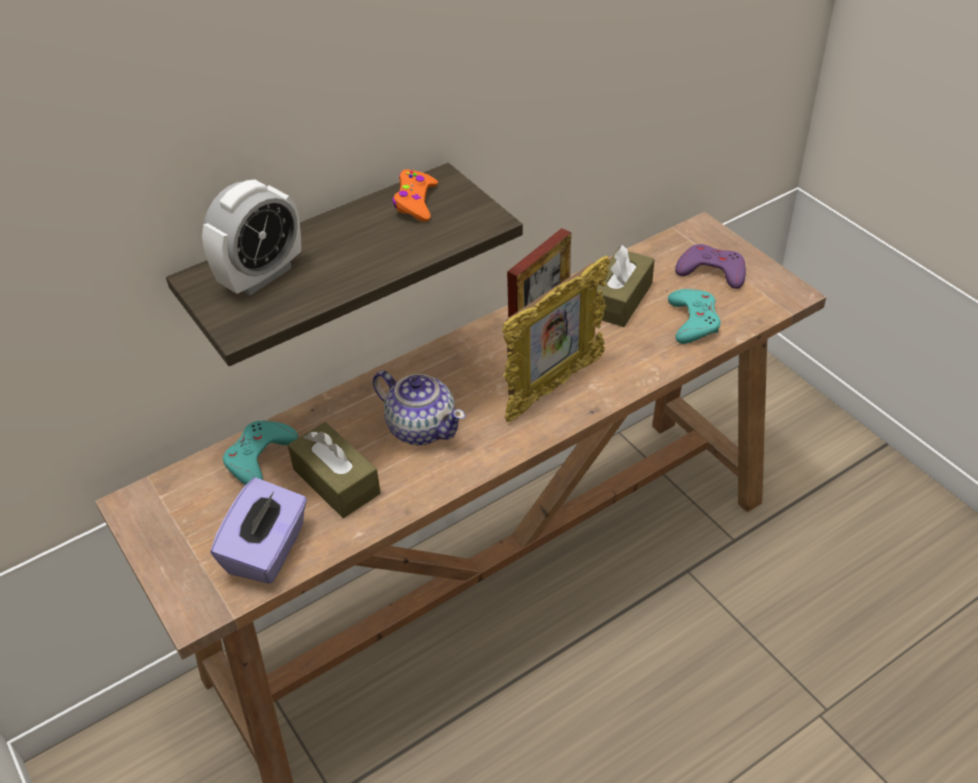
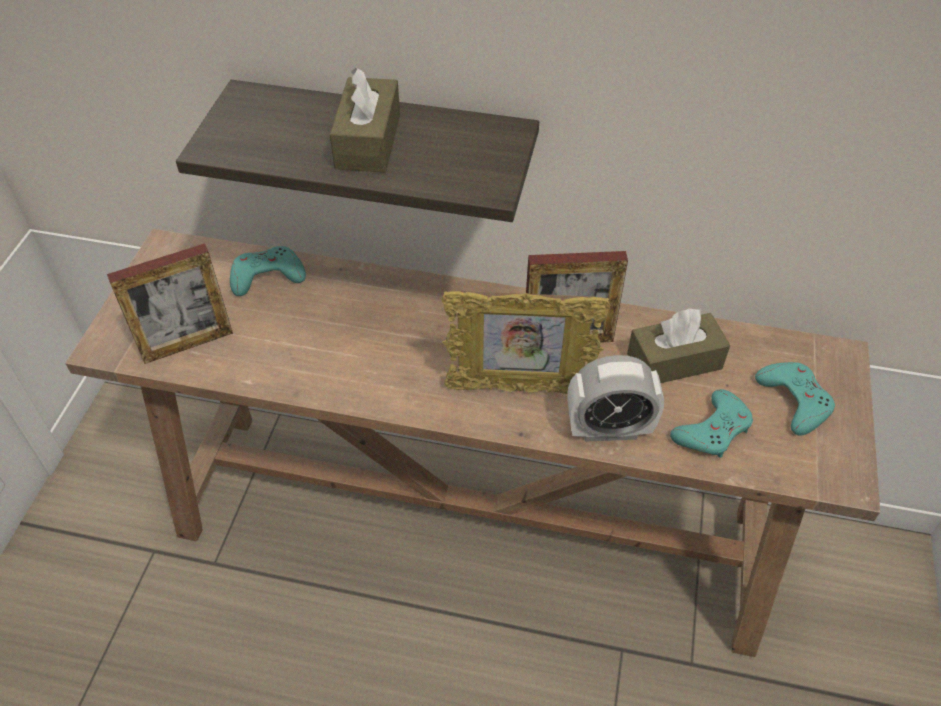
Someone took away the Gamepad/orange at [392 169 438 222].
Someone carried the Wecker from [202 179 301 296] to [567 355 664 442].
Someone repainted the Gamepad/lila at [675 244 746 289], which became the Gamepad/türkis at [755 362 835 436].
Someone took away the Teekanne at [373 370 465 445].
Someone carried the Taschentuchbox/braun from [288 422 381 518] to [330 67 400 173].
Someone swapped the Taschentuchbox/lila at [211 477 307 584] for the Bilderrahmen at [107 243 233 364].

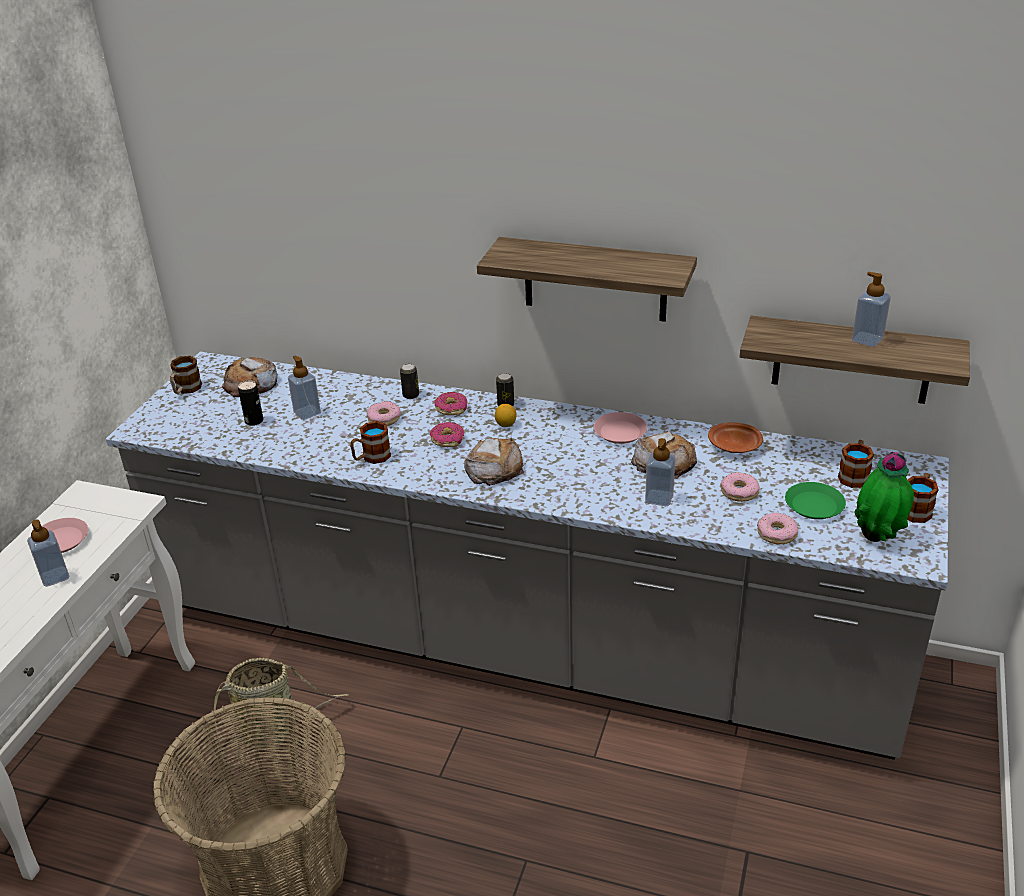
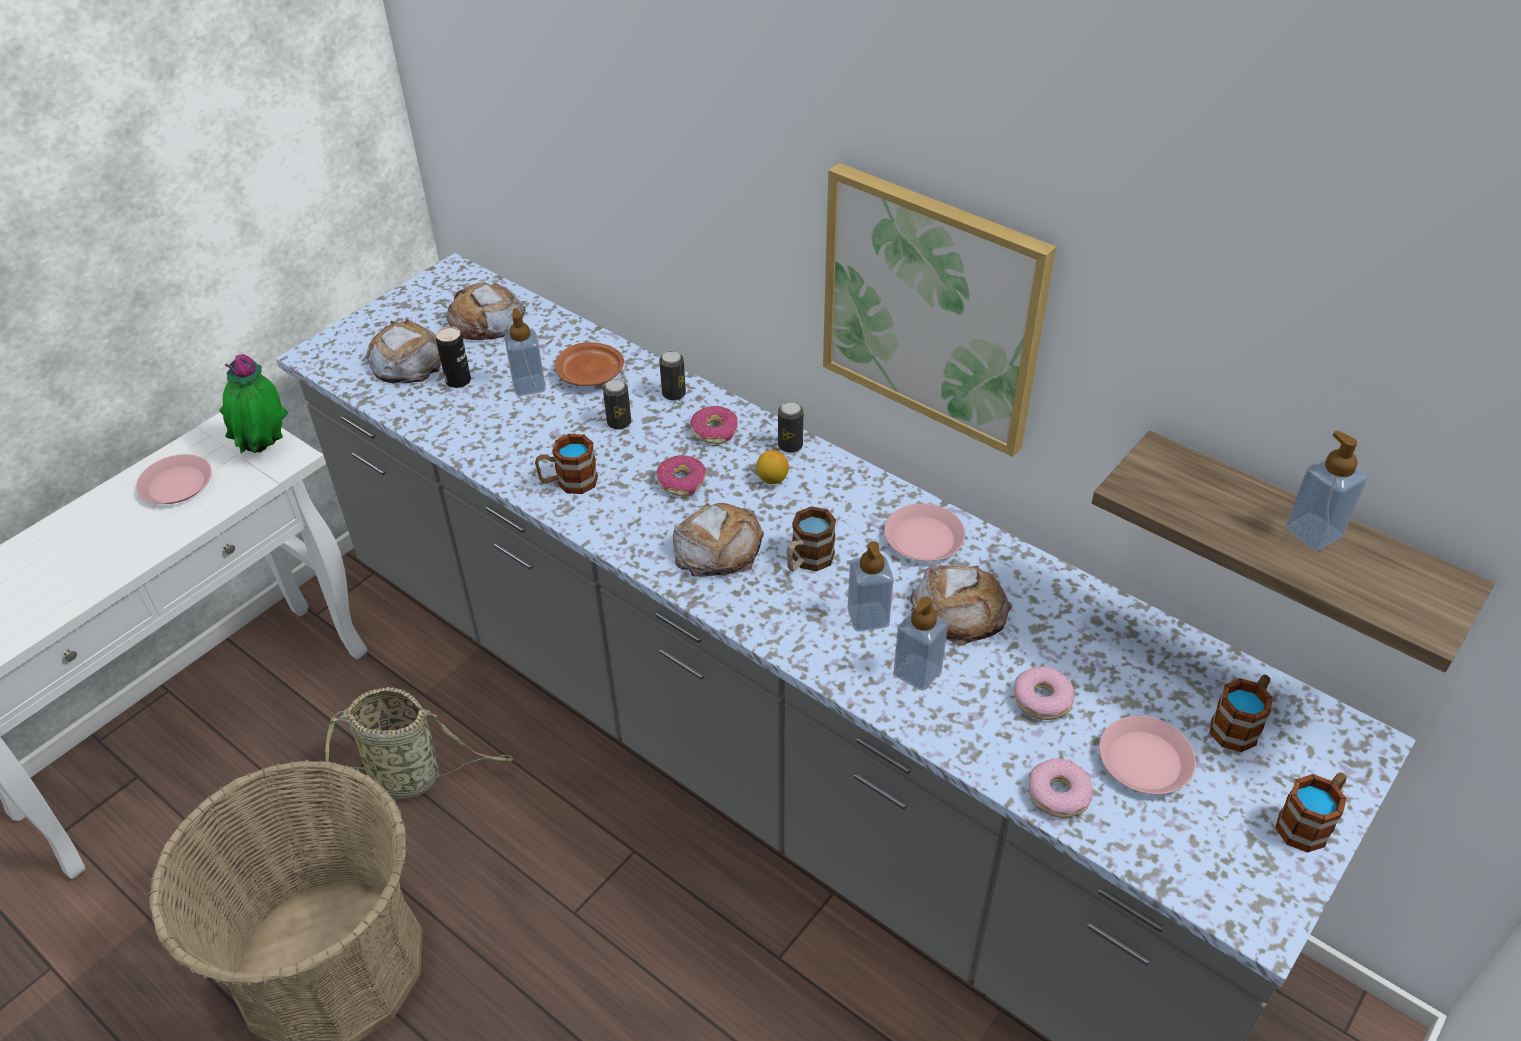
Someone swapped the Wandregal at [477 237 697 322] for the Bild at [823 163 1056 457].
Someone carried the Henkelbecher from [170 356 202 394] to [787 506 836 571].
Someone swapped the Donut at [367 401 400 426] for the Dose at [603 379 631 429].
Someone carried the Teller/braun from [708 422 763 453] to [555 342 624 386].
Someone carried the Topfpflanze from [854 452 914 542] to [219 354 288 453].
Someone repainted the Teller/grün at [785 482 846 519], which became the Teller/rosa at [1099 716 1196 795].
Someone carried the Seifenspender from [27 520 69 587] to [847 541 894 632].
Someone put down the Brot at [366 319 441 383].

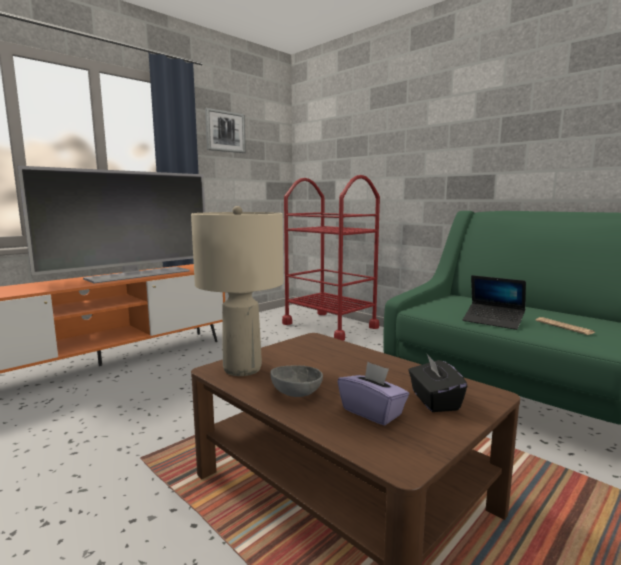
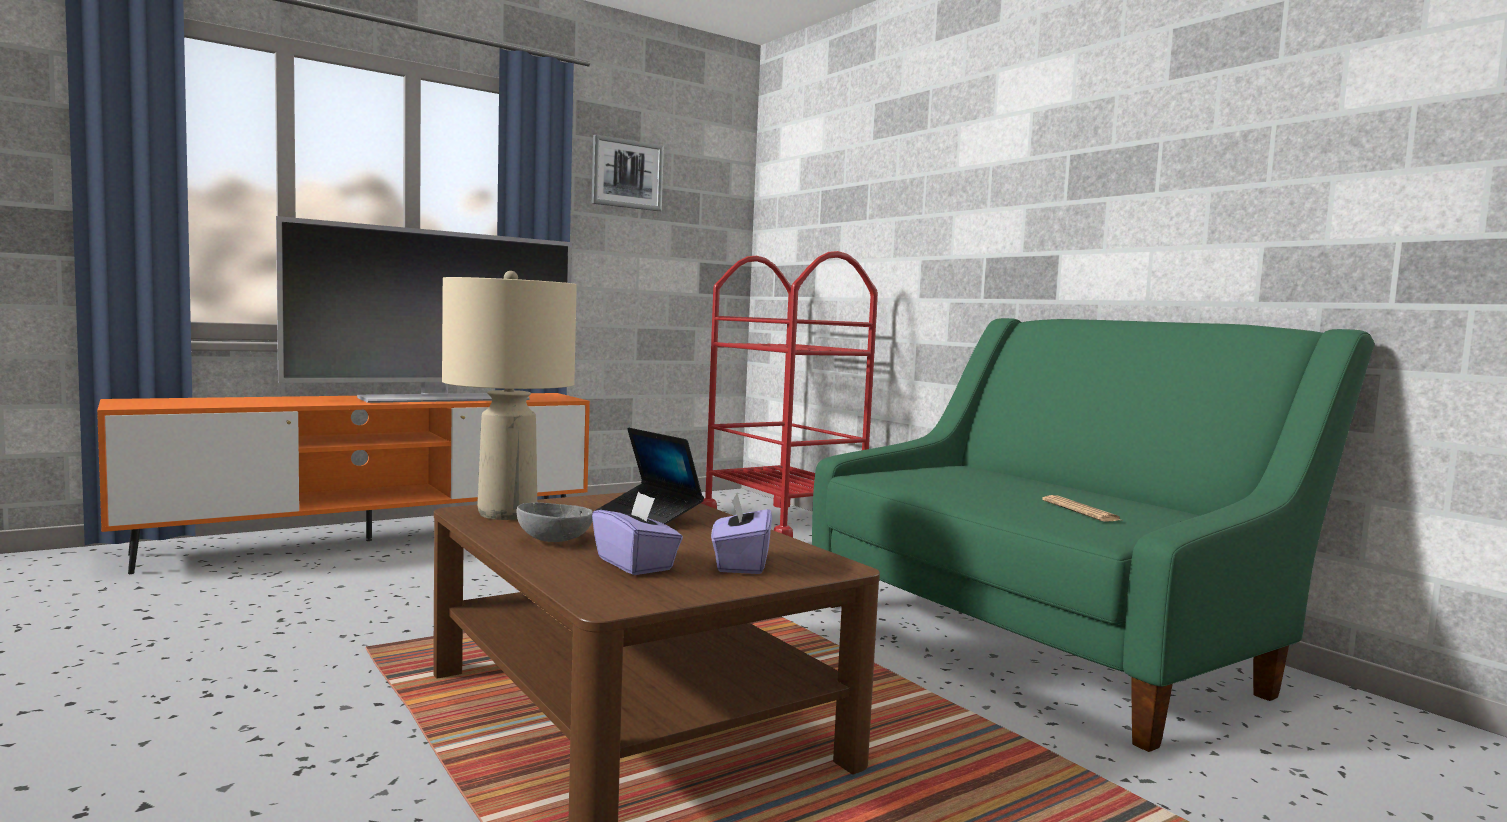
Someone carried the Laptop from [463 275 526 330] to [595 428 704 524].
Someone repainted the Taschentuchbox/schwarz at [408 354 467 412], which became the Taschentuchbox/lila at [711 493 772 574].

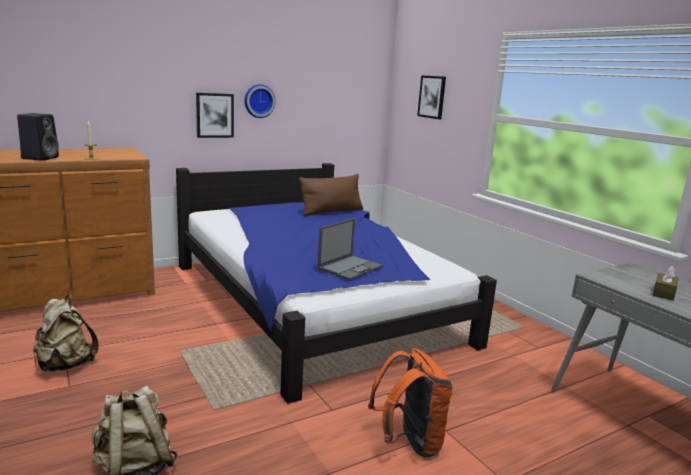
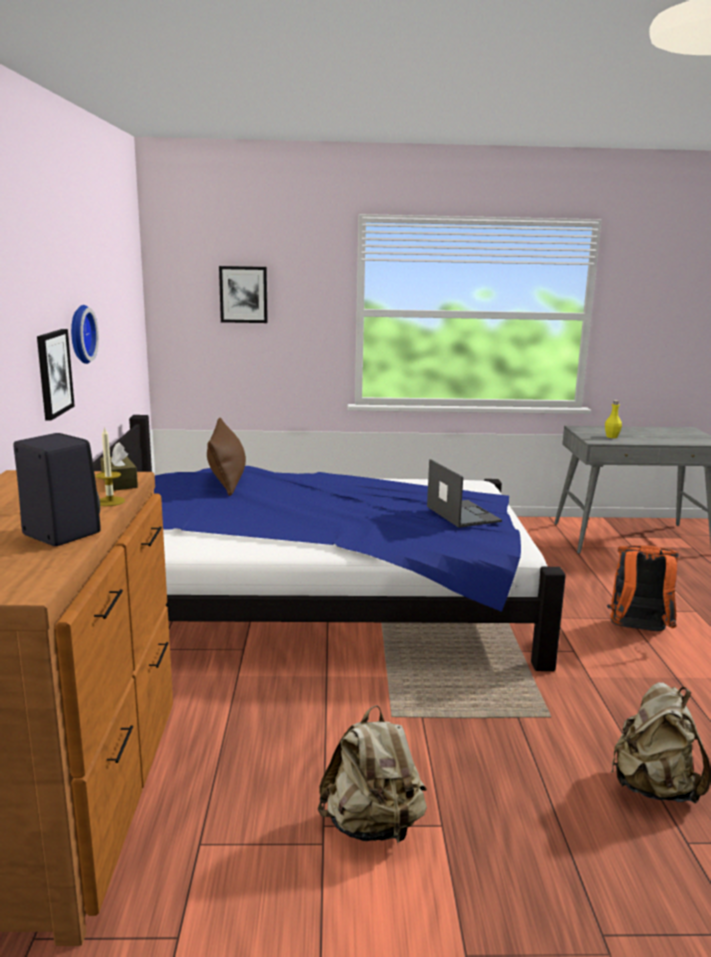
Someone carried the Taschentuchbox/braun from [652 266 679 301] to [100 442 138 491].
Someone put down the Flasche/gelb at [605 400 622 438].

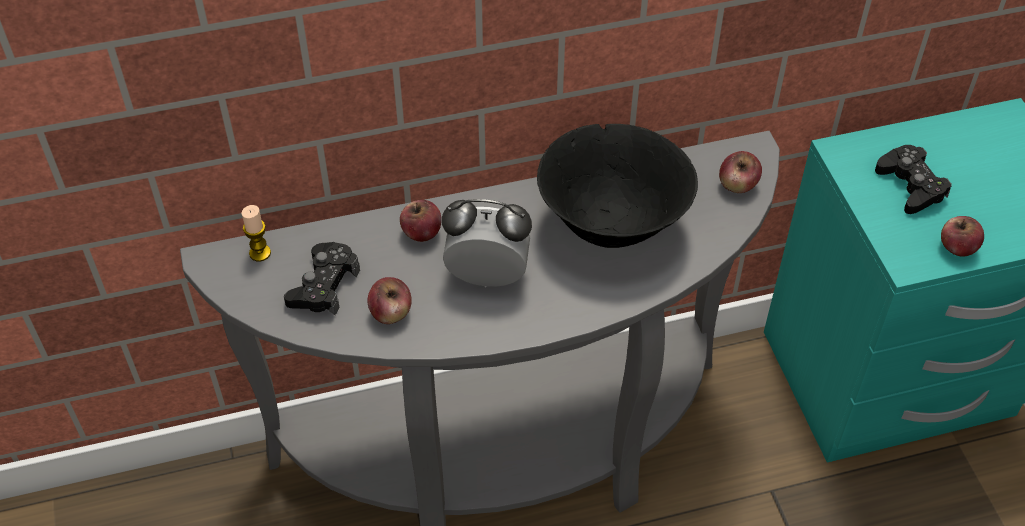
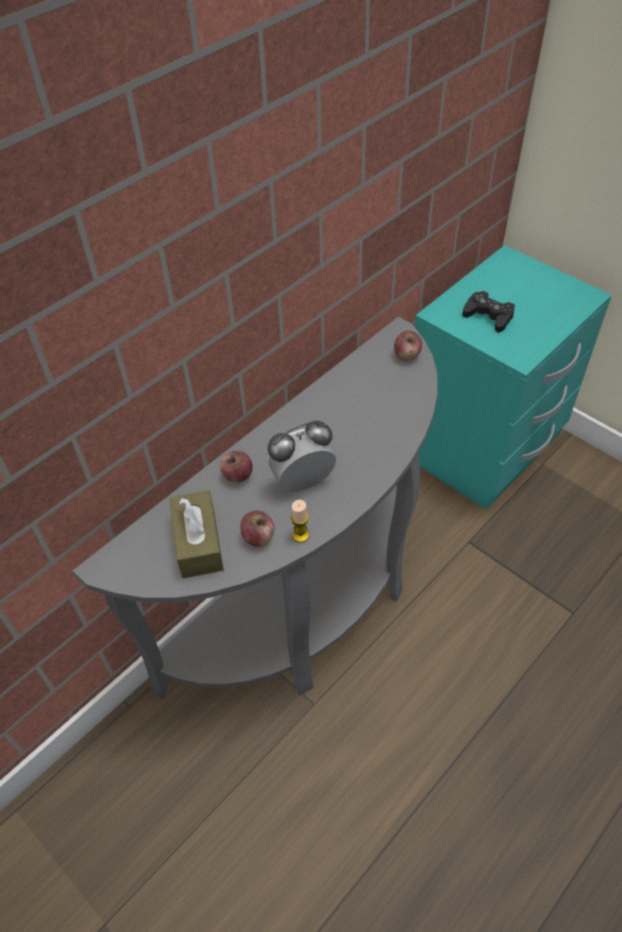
Someone took away the Schüssel/schwarz at [537 124 698 248].
Someone carried the Kerze from [241 205 271 262] to [291 500 309 543].
Someone took away the Apfel at [941 216 984 257].
Someone swapped the Gamepad/schwarz at [284 242 360 315] for the Taschentuchbox/braun at [169 490 224 578].

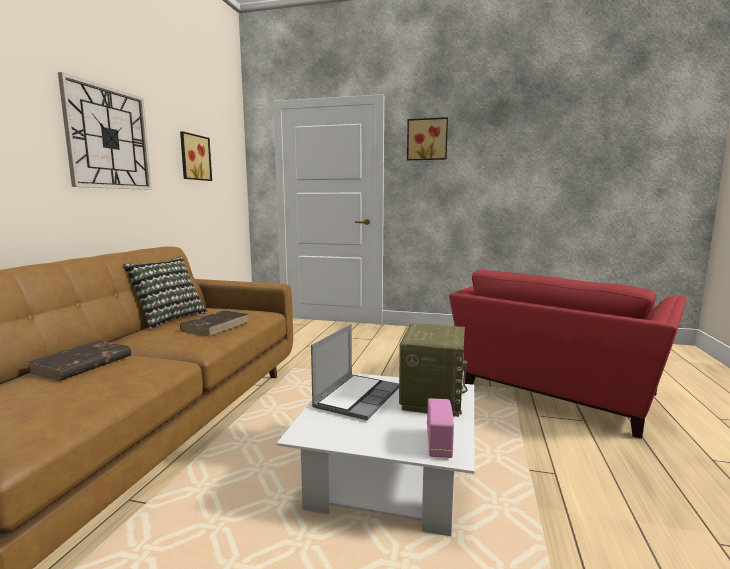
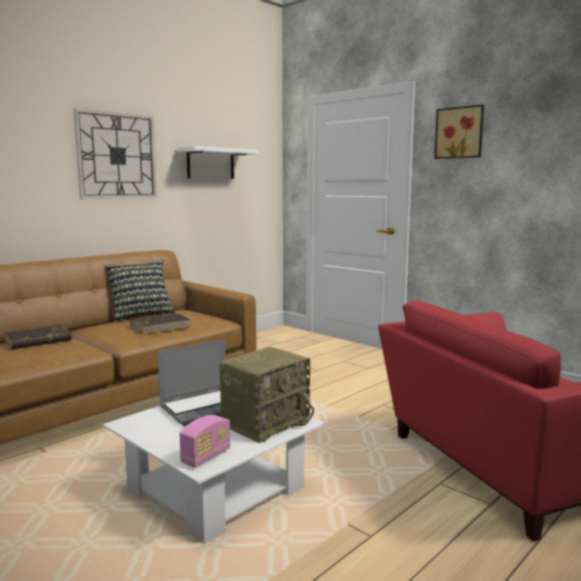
Someone swapped the Bild at [180 131 212 181] for the Wandregal/weiß at [177 146 259 179].

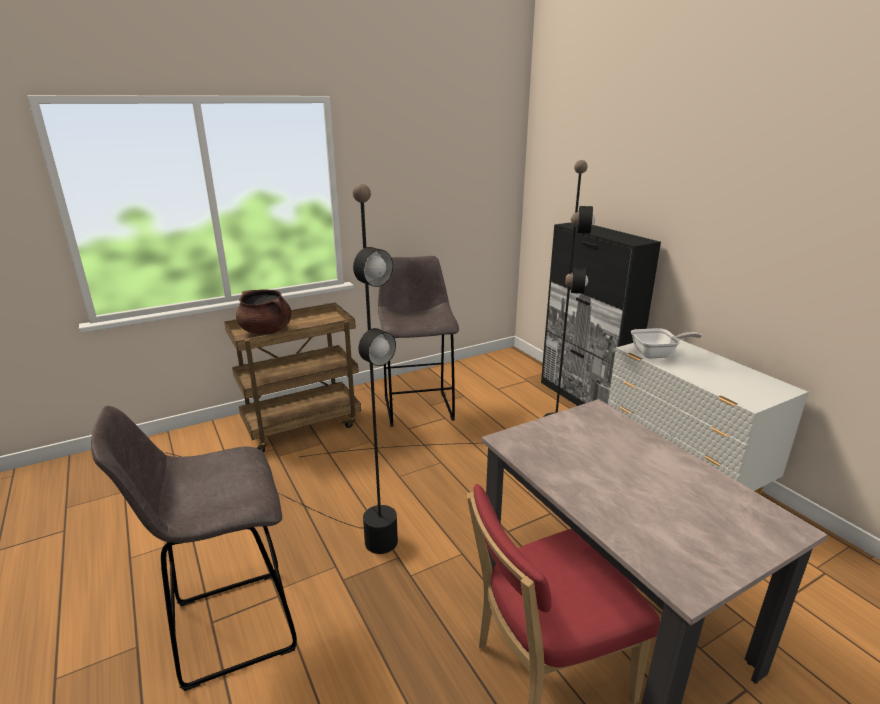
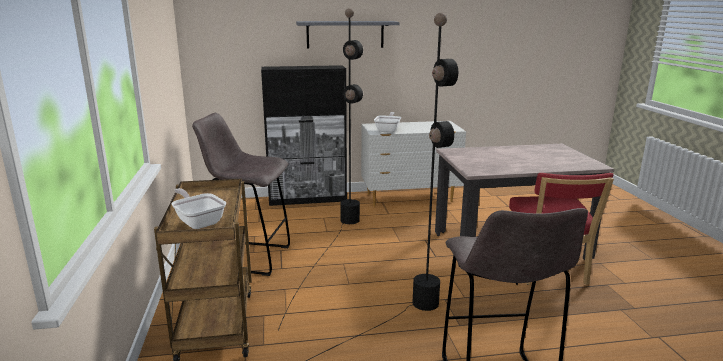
Someone swapped the Kochtopf/braun at [236 290 291 335] for the Pfanne at [172 188 226 229].
Someone put up the Wandregal/grau at [296 21 400 48].

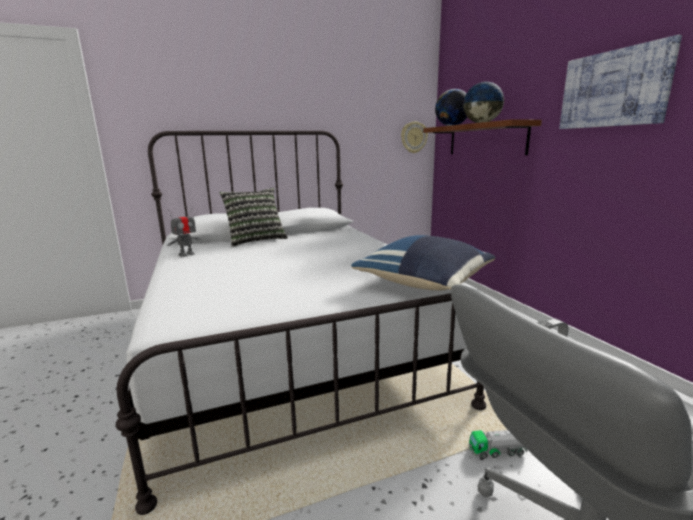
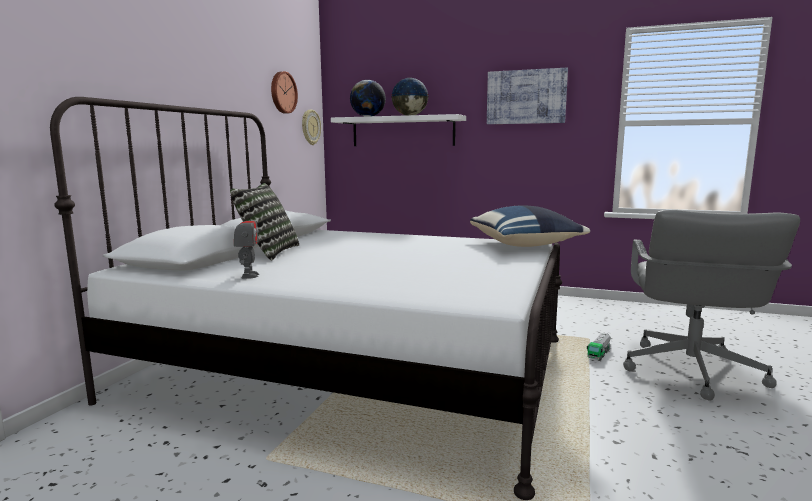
Someone repainted the Wandregal/braun at [423 119 542 155], which became the Wandregal/weiß at [331 114 466 146].
Someone put up the Wanduhr at [271 71 298 114].

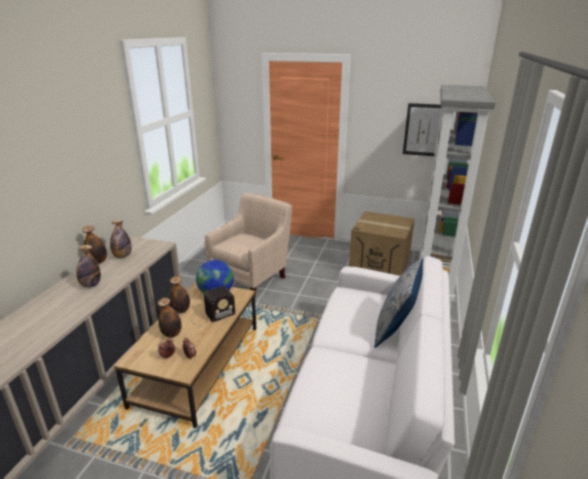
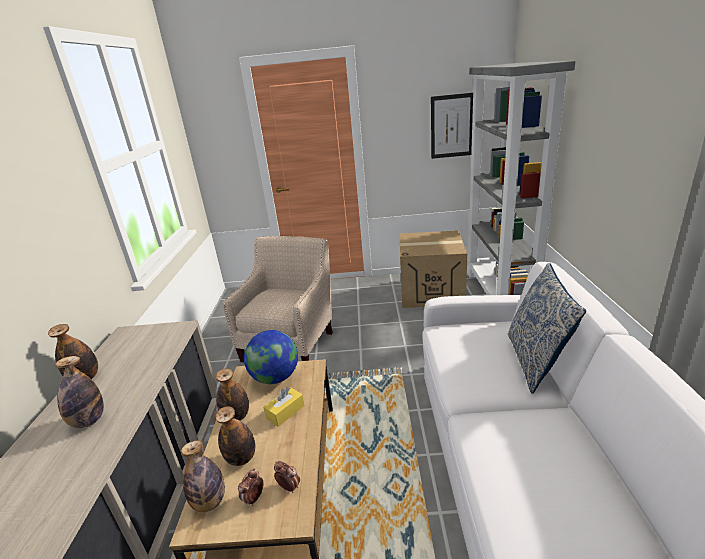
Someone carried the Flasche from [110 220 131 258] to [181 440 225 512].
Someone swapped the Radio at [190 286 235 327] for the Taschentuchbox/gelb at [263 387 305 427].

